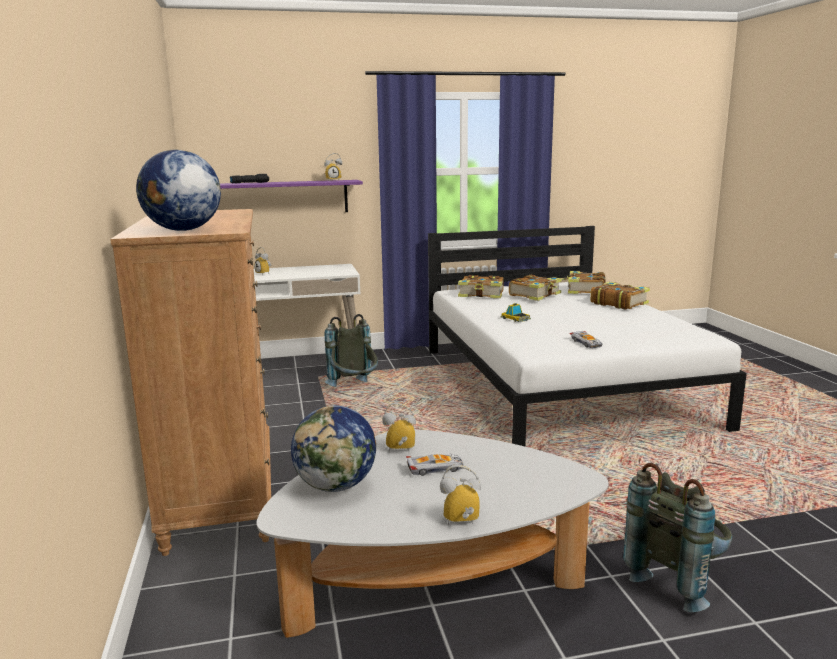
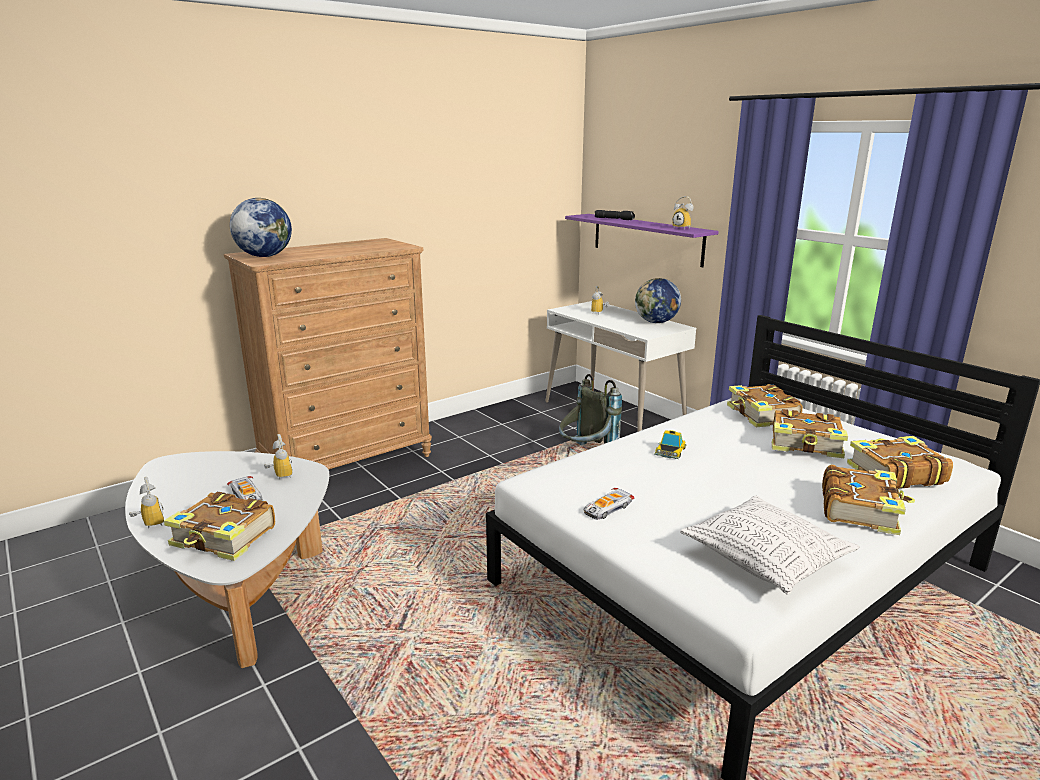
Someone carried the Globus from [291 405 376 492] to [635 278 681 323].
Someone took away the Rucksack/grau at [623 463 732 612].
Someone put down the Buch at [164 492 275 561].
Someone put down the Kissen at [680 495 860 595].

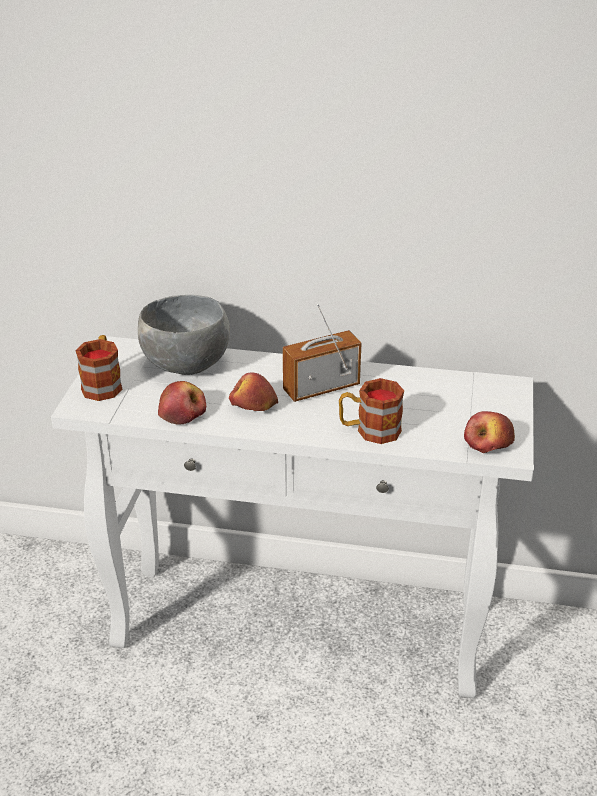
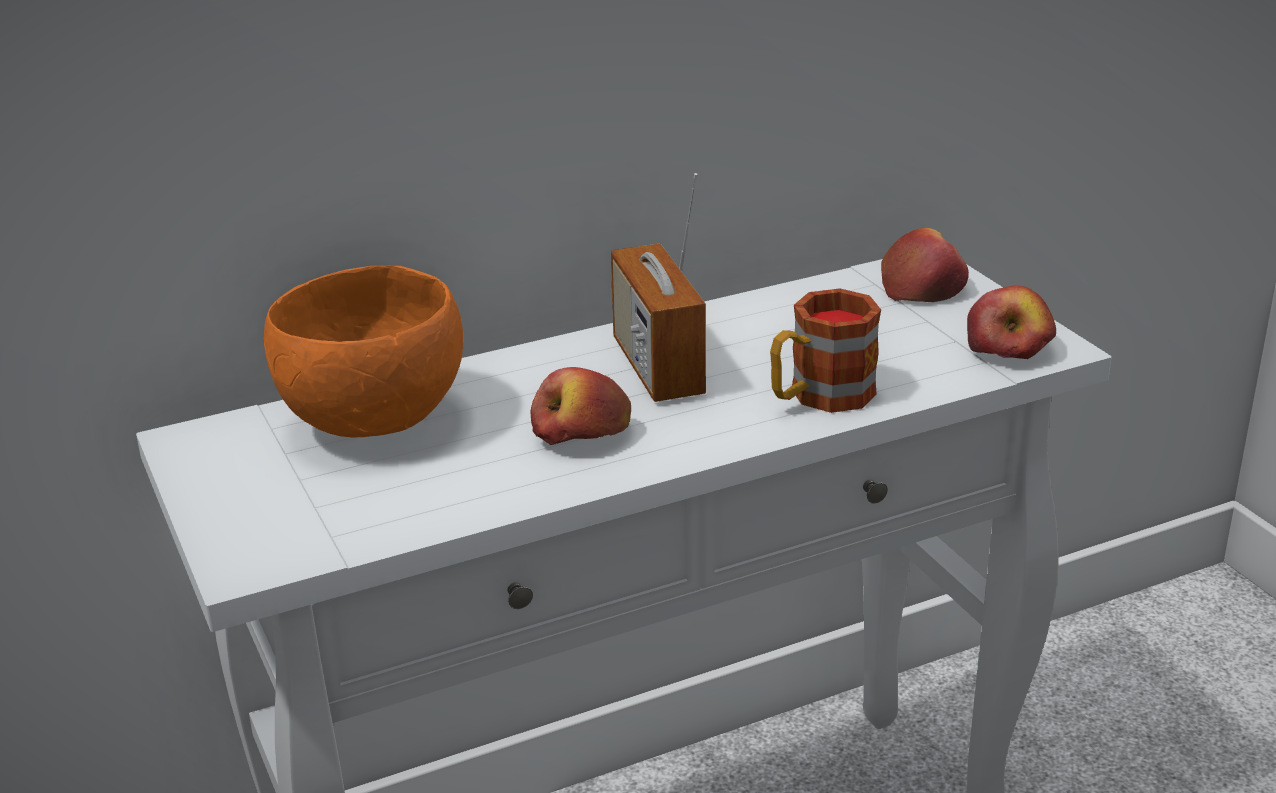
Someone repainted the Schüssel/grau at [138 295 230 375], which became the Schüssel/orange at [264 266 463 437].
Someone rotated the Radio at [283 304 362 402] by 45 degrees counterclockwise.
Someone took away the Henkelbecher at [76 335 122 401].
Someone carried the Apfel from [158 381 206 425] to [881 228 969 302].

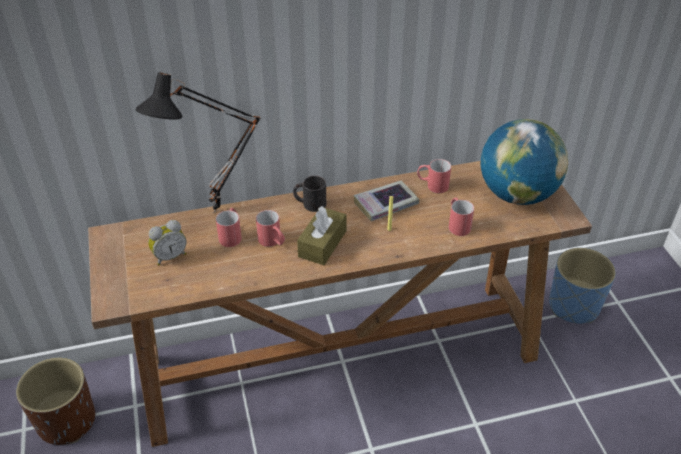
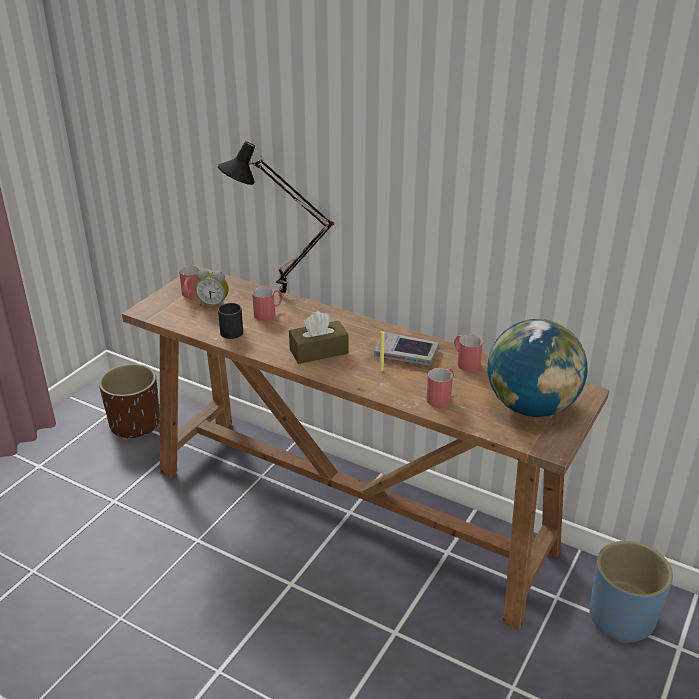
Someone carried the Henkelbecher/schwarz from [293 176 326 212] to [218 303 243 339].
Someone carried the Henkelbecher/rot from [256 210 285 247] to [179 266 199 298].

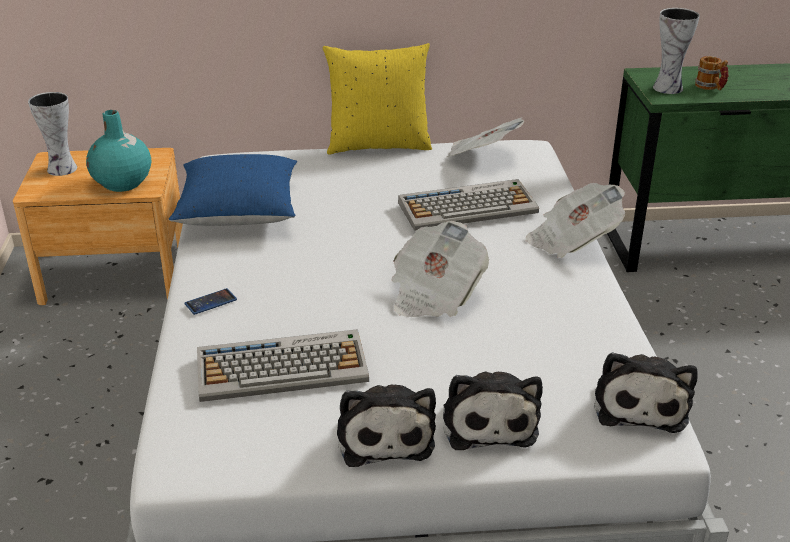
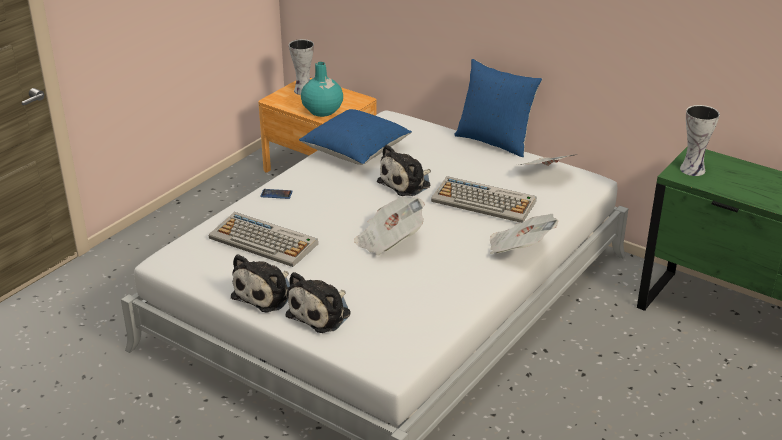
Someone repainted the Kissen/gelb at [323 43 432 155], which became the Kissen/blau at [454 59 542 157].
Someone took away the Henkelbecher at [695 56 729 90].
Someone carried the Plüschtier from [594 352 698 433] to [377 145 431 196].

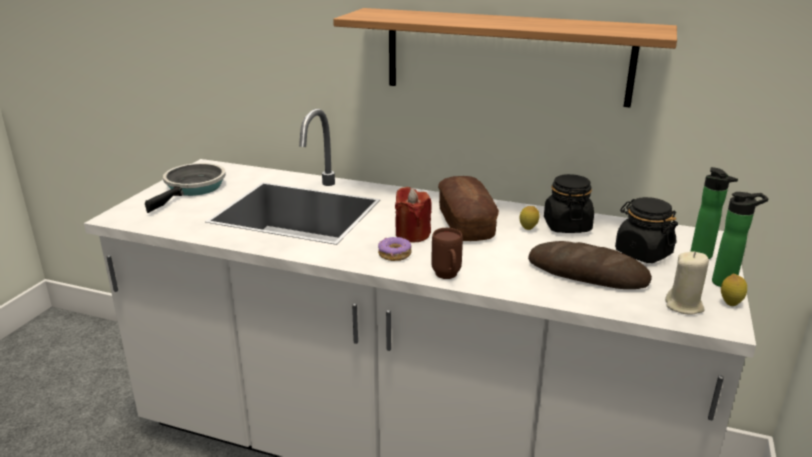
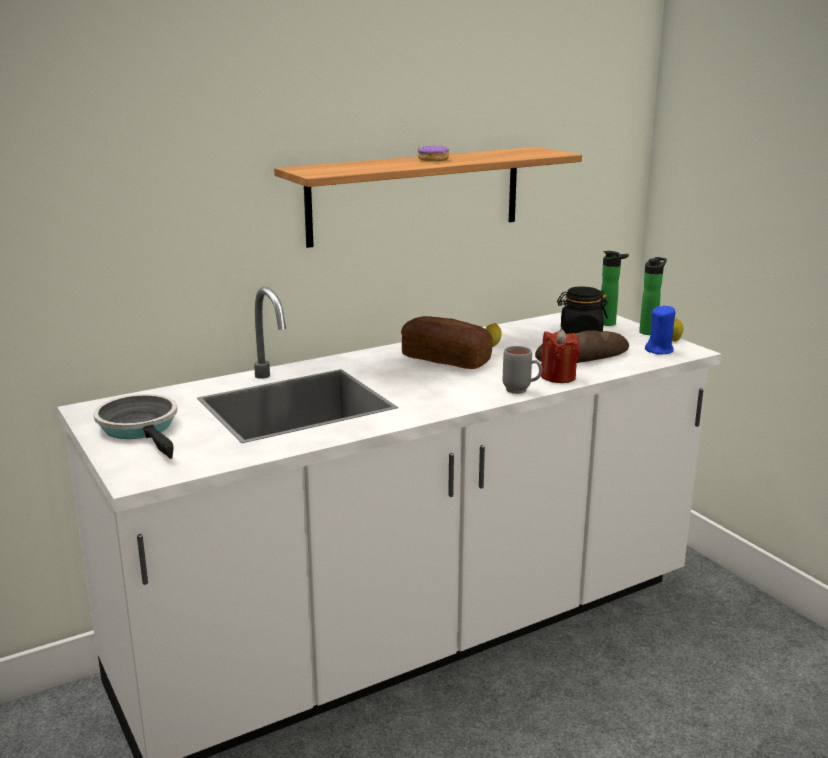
Someone took away the Vorratsglas/schwarz at [544 174 594 233].
Someone carried the Kerze/rot from [395 187 432 242] to [541 329 580 383].
Someone repainted the Henkelbecher/braun at [431 228 463 279], which became the Henkelbecher/grau at [503 346 542 394].
Someone carried the Donut from [378 237 412 261] to [418 145 449 161].
Someone repainted the Kerze/beige at [665 252 709 315], which became the Kerze/blau at [645 305 675 355].

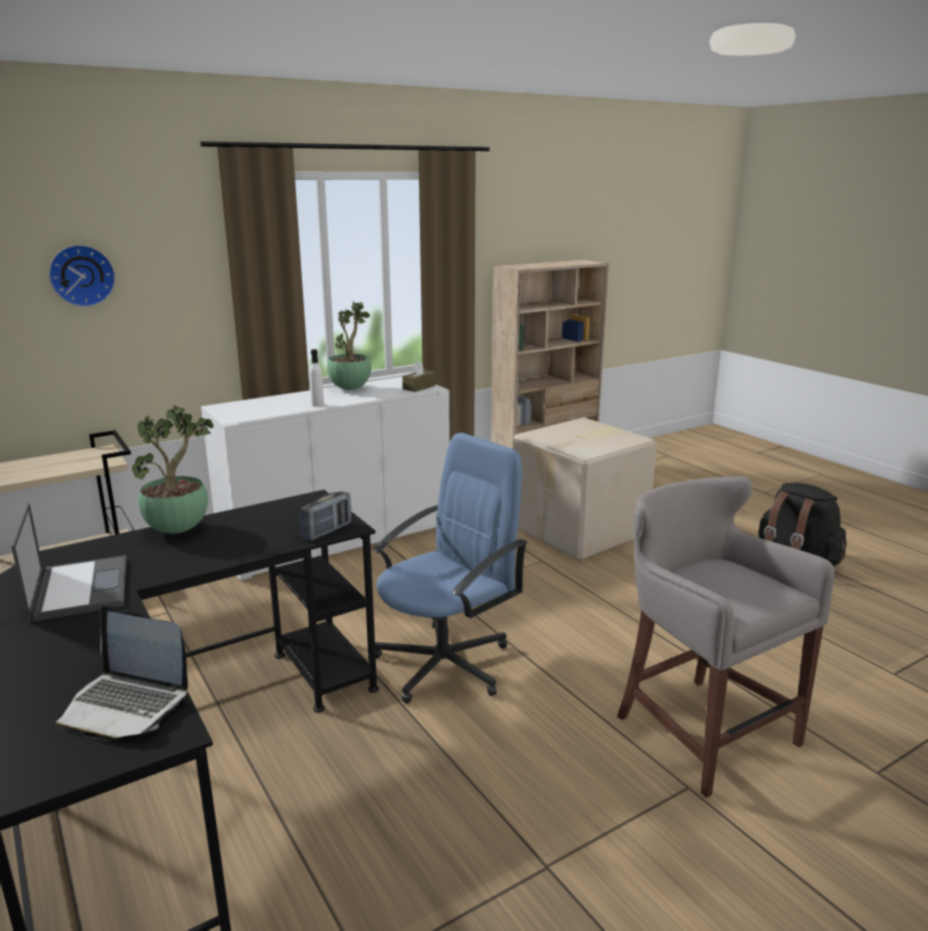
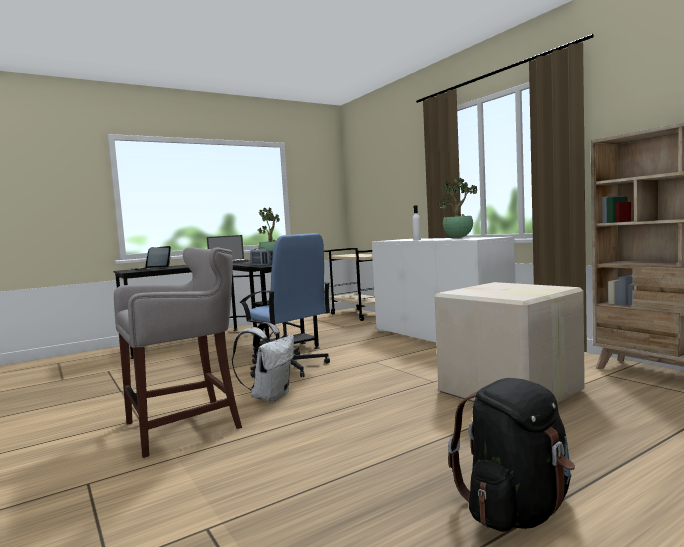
Someone took away the Wanduhr at [49 245 116 307].
Someone took away the Taschentuchbox/braun at [402 361 436 392].
Someone put down the Rucksack/weiß at [232 322 294 402].

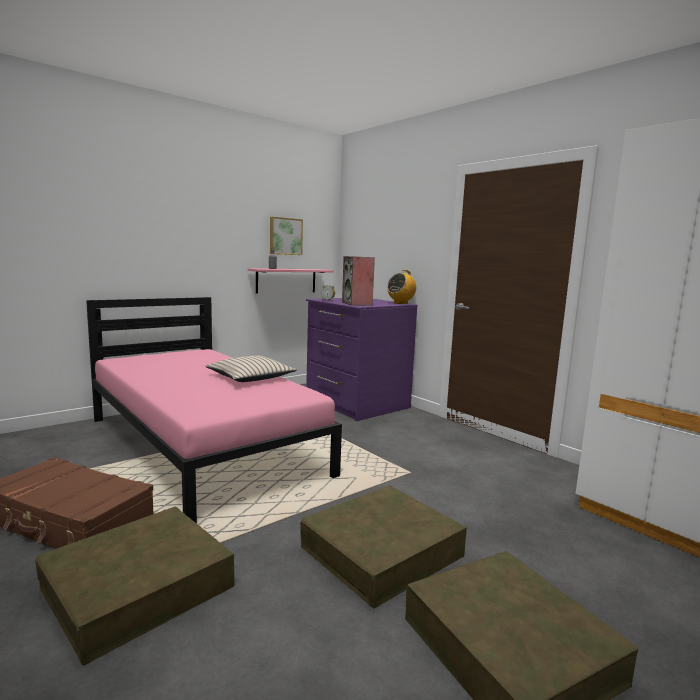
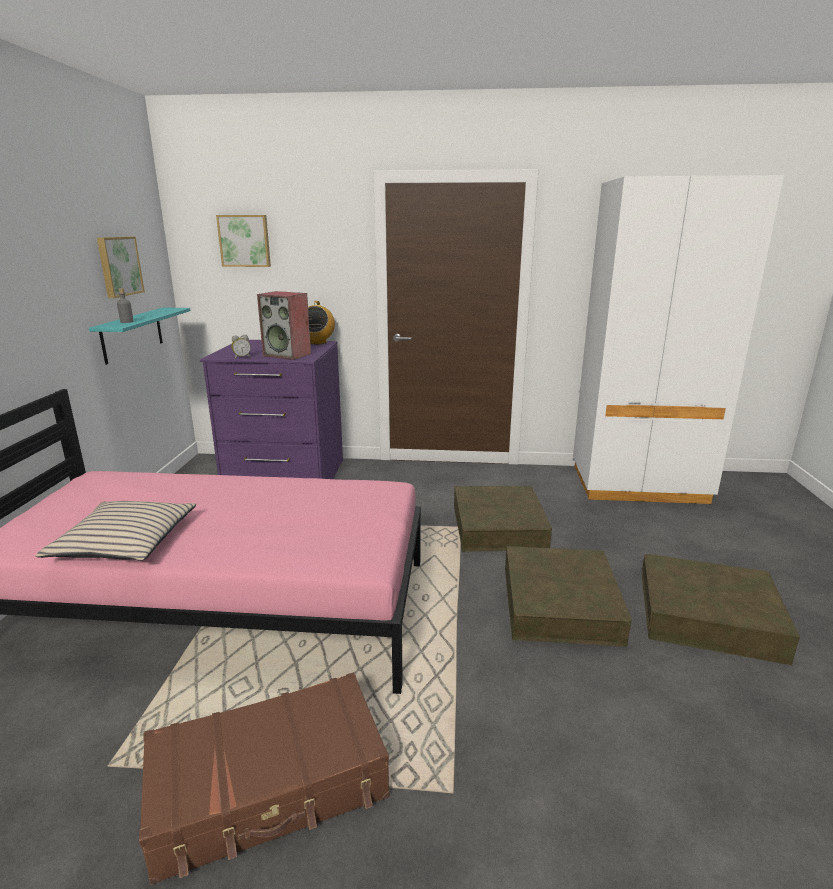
Someone repainted the Wandregal/rosa at [247 268 334 294], which became the Wandregal/türkis at [89 308 191 365].
Someone carried the Kissen/beige from [205 355 297 382] to [36 501 196 561].
Someone carried the Aufbewahrungsbox/braun from [35 507 235 665] to [454 486 552 552].
Someone put up the Bild at [216 215 271 267].

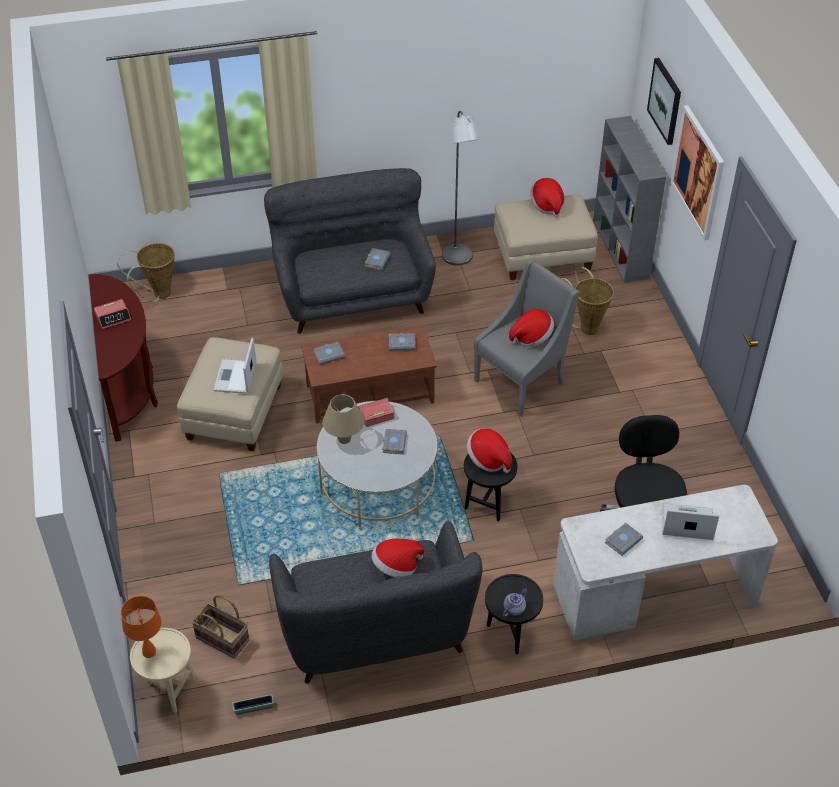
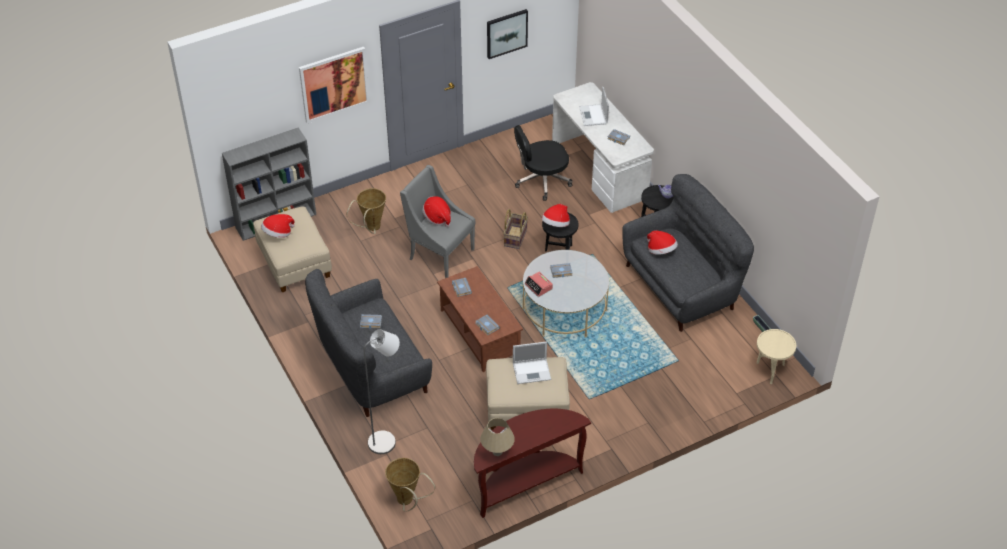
Someone carried the Bild from [647 58 681 145] to [487 9 528 59].
Someone carried the Stehlampe/grau from [442 111 479 266] to [364 329 400 454].
Someone took away the Wecker at [94 299 131 329].
Someone carried the Tischlampe/beige from [322 394 365 444] to [480 418 515 456].
Someone carried the Korb from [192 595 249 659] to [503 209 528 249].
Someone took away the Tischlampe/orange at [121 596 162 658].

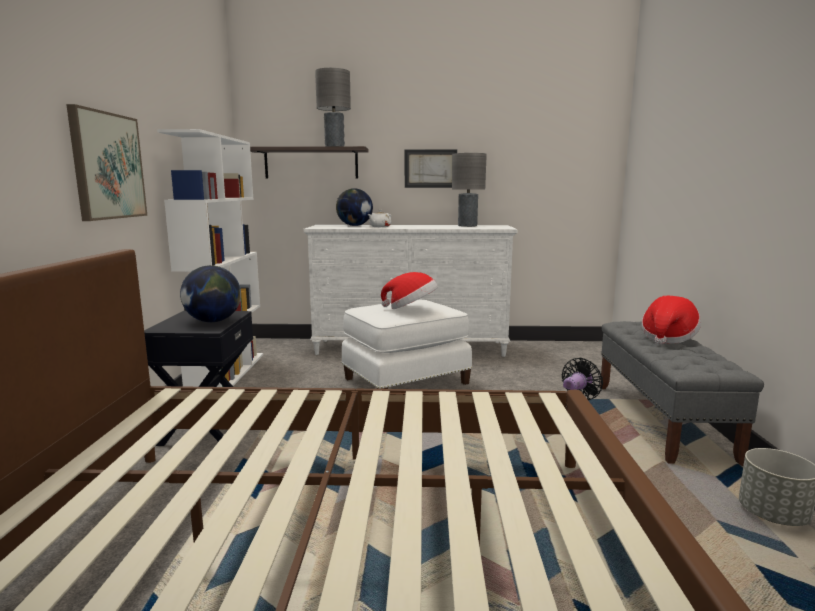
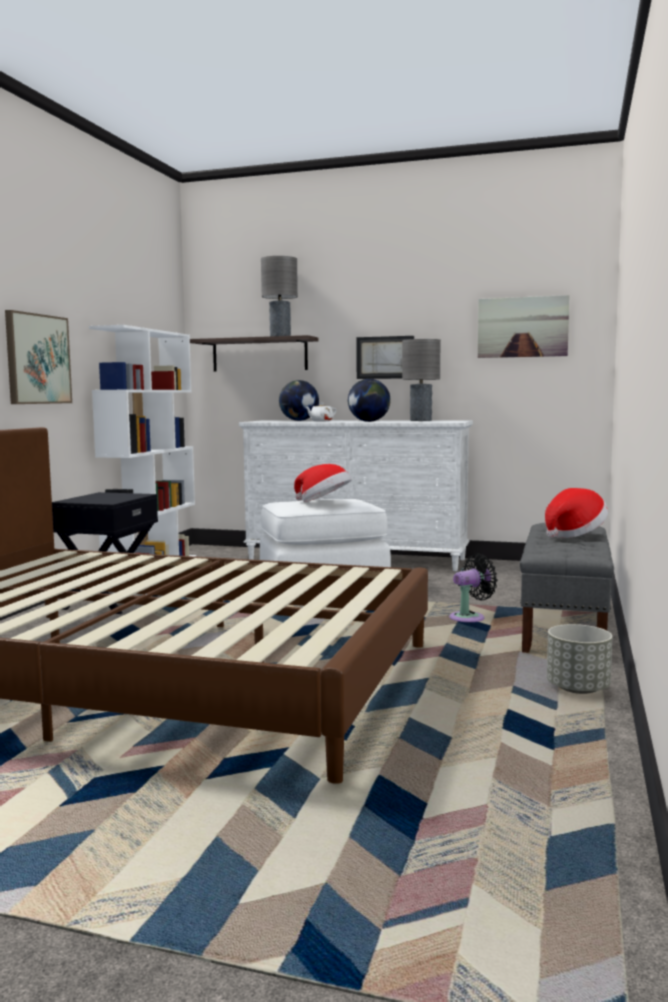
Someone carried the Globus from [180 265 241 322] to [348 379 391 422].
Someone put up the Bild at [478 295 569 358].

